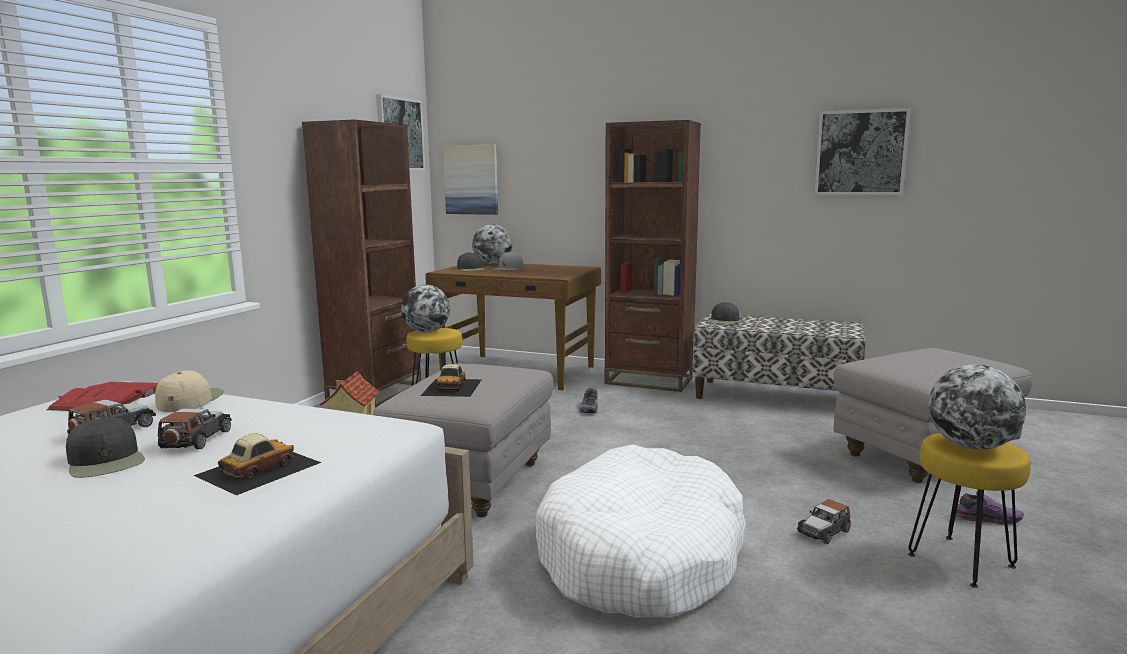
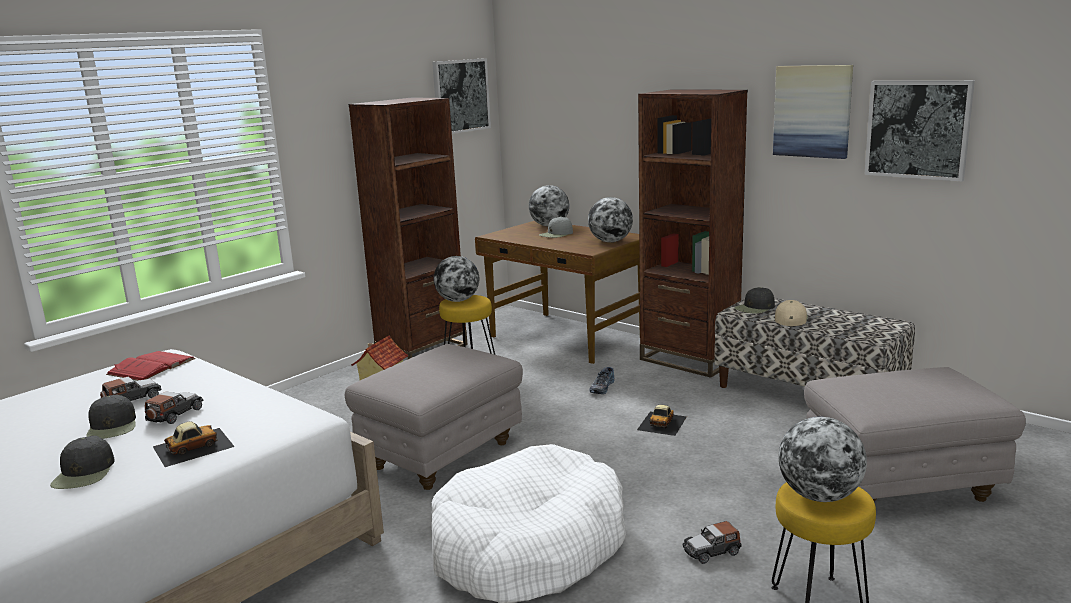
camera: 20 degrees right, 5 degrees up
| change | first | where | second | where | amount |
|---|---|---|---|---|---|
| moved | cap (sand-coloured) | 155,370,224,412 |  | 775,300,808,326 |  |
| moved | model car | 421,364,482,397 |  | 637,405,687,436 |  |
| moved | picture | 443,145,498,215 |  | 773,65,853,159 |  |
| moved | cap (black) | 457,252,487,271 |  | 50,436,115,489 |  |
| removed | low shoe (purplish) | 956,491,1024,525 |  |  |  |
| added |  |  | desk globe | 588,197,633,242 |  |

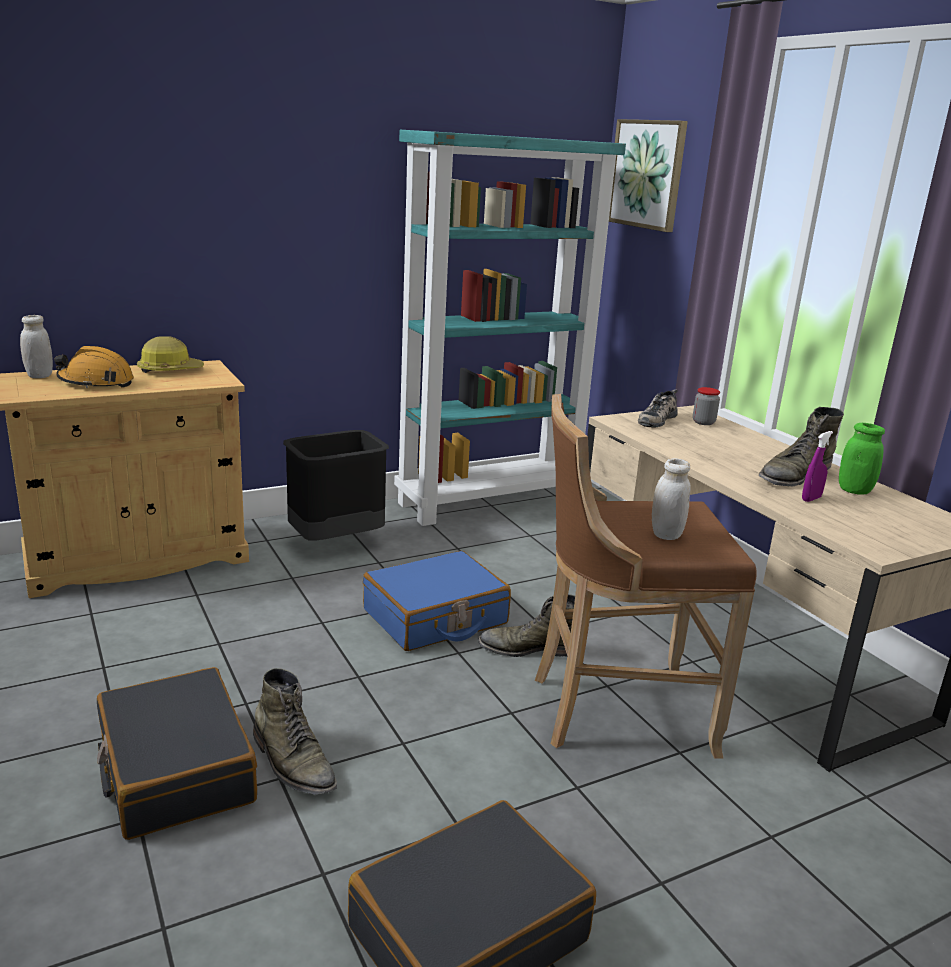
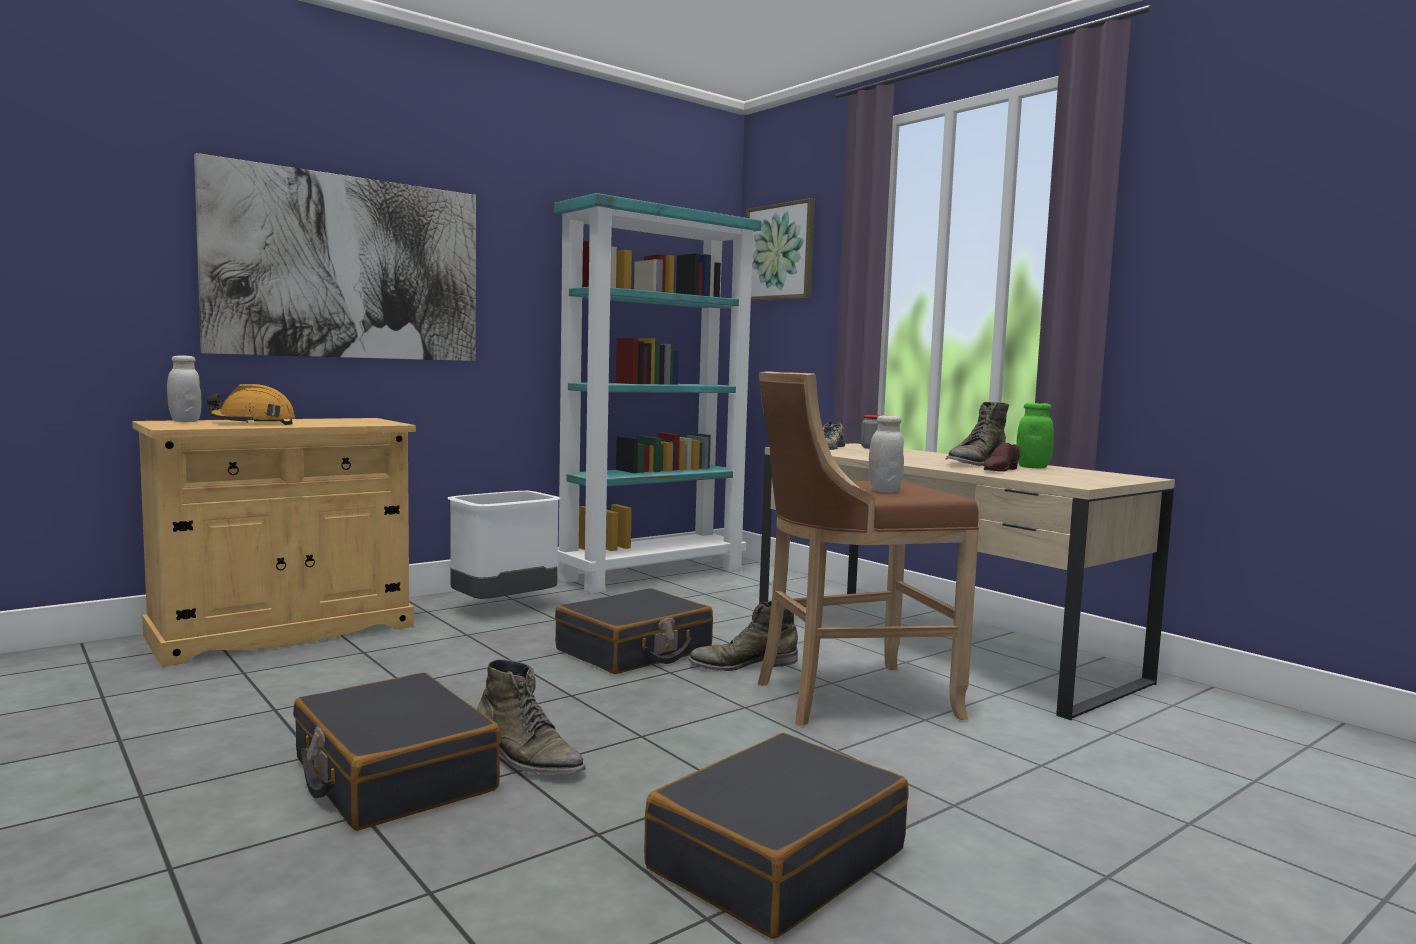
camera: 10 degrees left, 15 degrees down
| change | first | where | second | where | amount |
|---|---|---|---|---|---|
| removed | work helmet | 137,336,204,373 |  |  |  |
| recoloured | rubbish bin (black) | 283,430,389,541 | rubbish bin (white-coloured) | 448,491,561,599 |  |
| recoloured | suitcase (bluish) | 363,551,511,651 | suitcase (black) | 555,588,713,674 |  |
| replaced | spray bottle (purplish) | 802,431,833,502 | low shoe (brownish) | 984,442,1020,472 |  |
| added |  |  | picture | 194,153,476,361 |  |

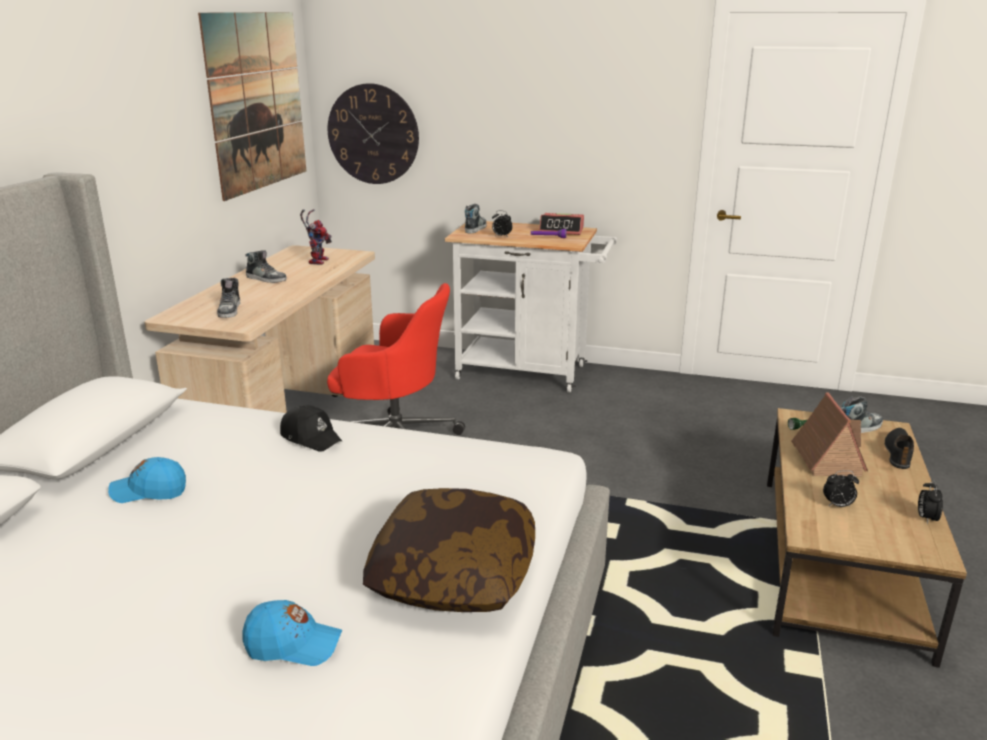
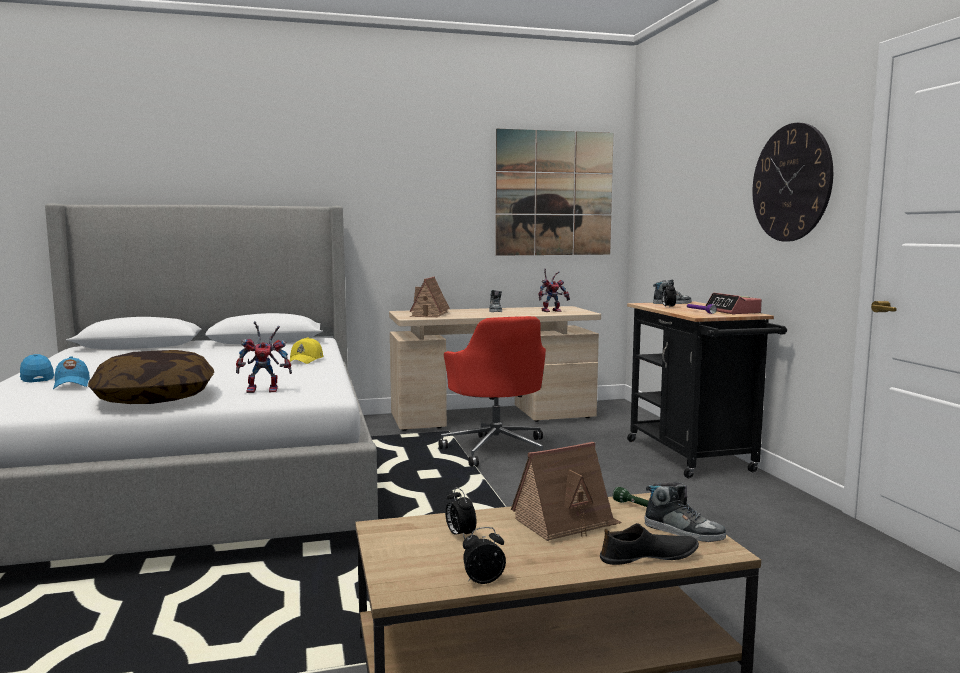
camera: 60 degrees right, 15 degrees down
| change | first | where | second | where | amount |
|---|---|---|---|---|---|
| moved | cap (bluish) | 108,457,186,503 |  | 20,354,54,383 |  |
| replaced | low shoe | 217,278,240,318 | miniature house | 409,276,450,317 |  |
| recoloured | cap (black) | 280,405,342,452 | cap (yellowish) | 290,337,323,364 |  |
| moved | clock on the wall | 328,83,419,184 |  | 753,123,833,242 |  |
| recoloured | wheeled cart (white-coloured) | 445,221,617,393 | wheeled cart (black) | 627,302,787,478 |  |
| added |  |  | robot figure | 236,321,292,393 |  |

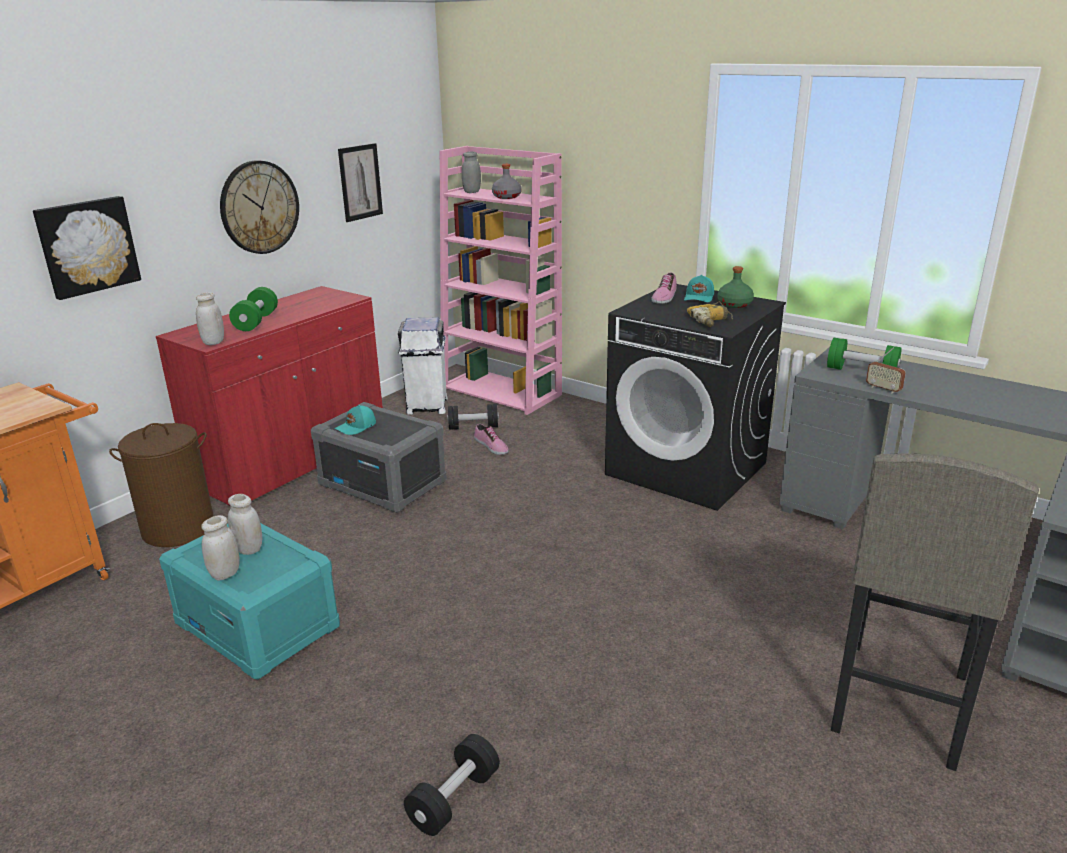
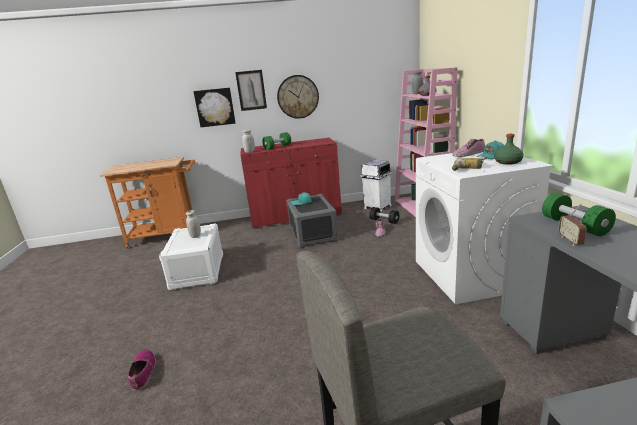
camera: 45 degrees right, 5 degrees down
| change | first | where | second | where | amount |
|---|---|---|---|---|---|
| removed | hamper (brownish) | 109,423,214,547 |  |  |  |
| recoloured | storage box (blue-green) | 159,523,340,680 | storage box (white-coloured) | 159,223,223,291 |  |
| removed | jar (white-coloured) | 201,515,240,581 |  |  |  |
| moved | picture | 338,143,383,222 |  | 235,70,267,111 |  |
| replaced | dumbbell (black) | 404,734,500,836 | low shoe | 128,350,156,390 |  |
| recoloured | washing machine (black) | 605,284,786,511 | washing machine (white-coloured) | 416,152,554,304 |  |

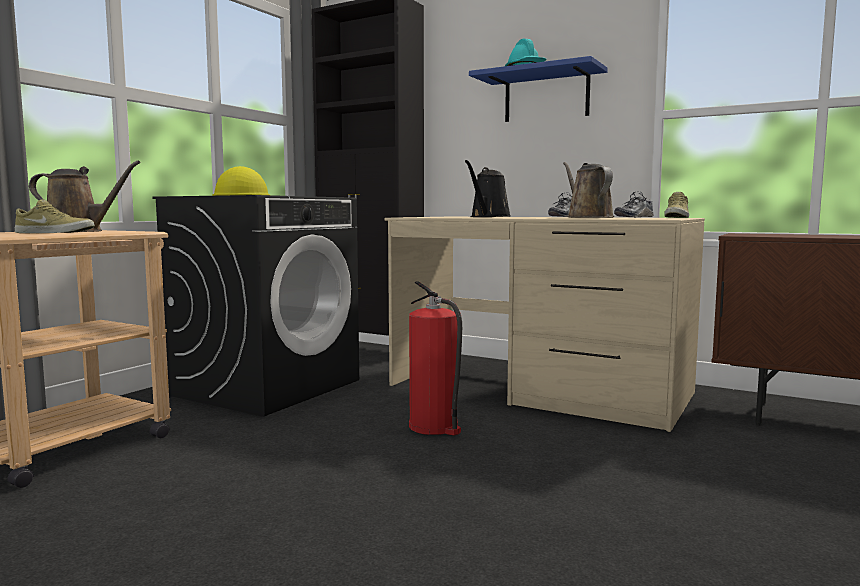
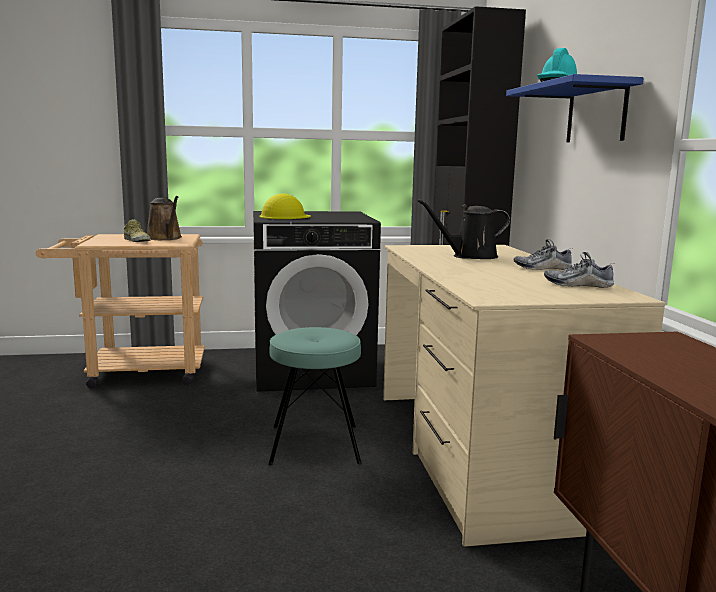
camera: 50 degrees right, 5 degrees up
| change | first | where | second | where | amount |
|---|---|---|---|---|---|
| replaced | extinguisher | 409,281,462,435 | stool (blue-green) | 268,327,362,465 |  |
| removed | watering pot (brownish) | 563,162,614,218 |  |  |  |
| removed | low shoe (sand-coloured) | 664,192,689,218 |  |  |  |

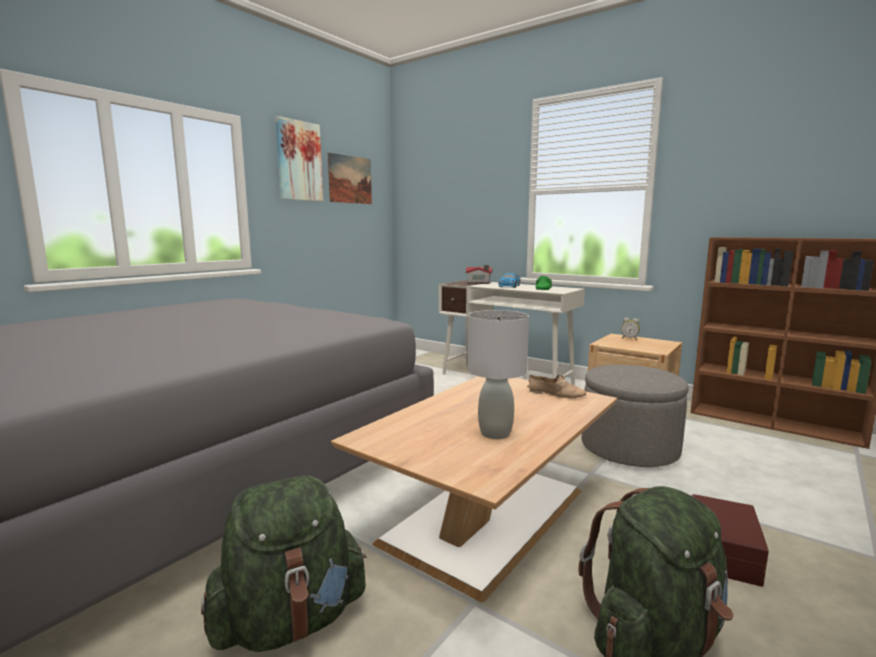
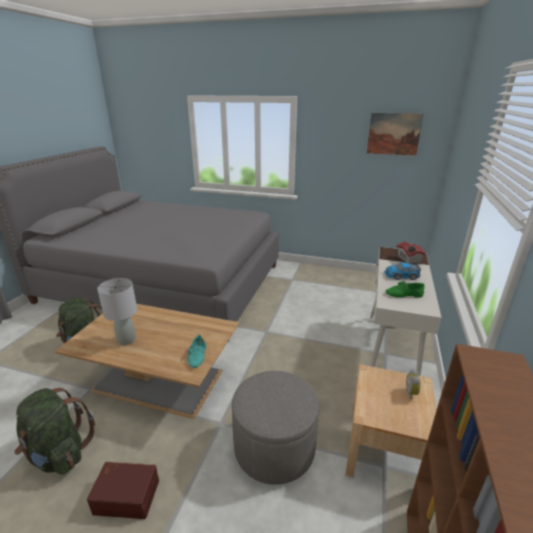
camera: 70 degrees right, 15 degrees up
| change | first | where | second | where | amount |
|---|---|---|---|---|---|
| removed | picture | 275,116,323,201 |  |  |  |
| recoloured | low shoe (sand-coloured) | 527,374,586,399 | low shoe (blue-green) | 188,334,206,368 |  |

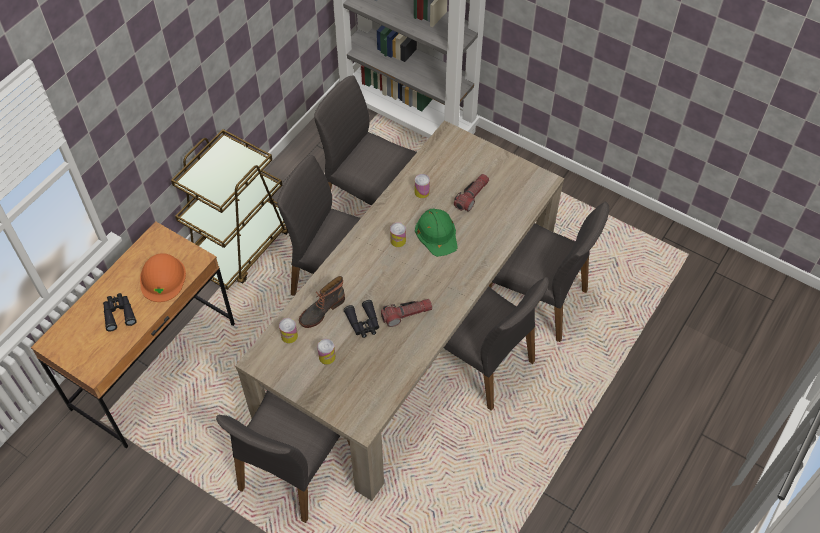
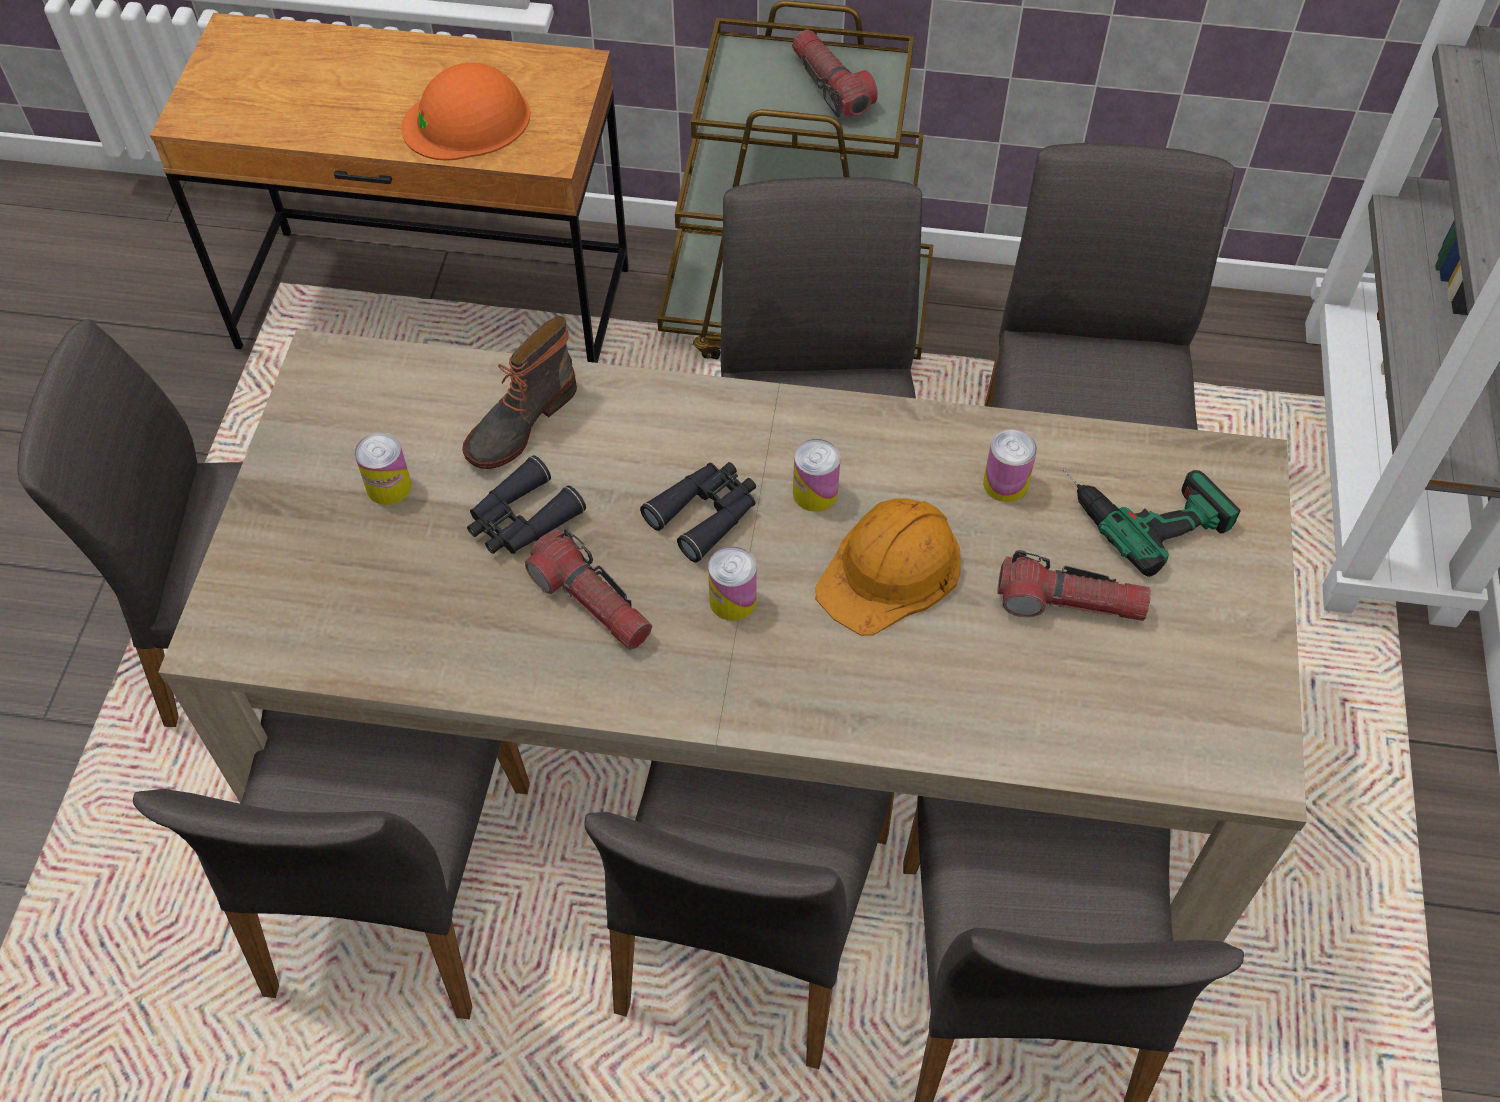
camera: 65 degrees right, 0 degrees up
| change | first | where | second | where | amount |
|---|---|---|---|---|---|
| moved | pair of binoculars (black) | 103,293,136,331 |  | 640,462,756,563 |  |
| moved | sealed can | 279,318,298,343 |  | 708,546,757,621 |  |
| turned | boot | 299,276,345,328 |  | 462,316,577,469 | 75 degrees counterclockwise |
| recoloured | work helmet (greenish) | 415,208,458,257 | work helmet (orange-coloured) | 815,499,961,636 |  |
| added |  |  | chair (grey) | 133,709,530,1019 |  |
| added |  |  | torch | 792,29,878,118 |  |
| added |  |  | drill | 1062,468,1241,577 |  |

